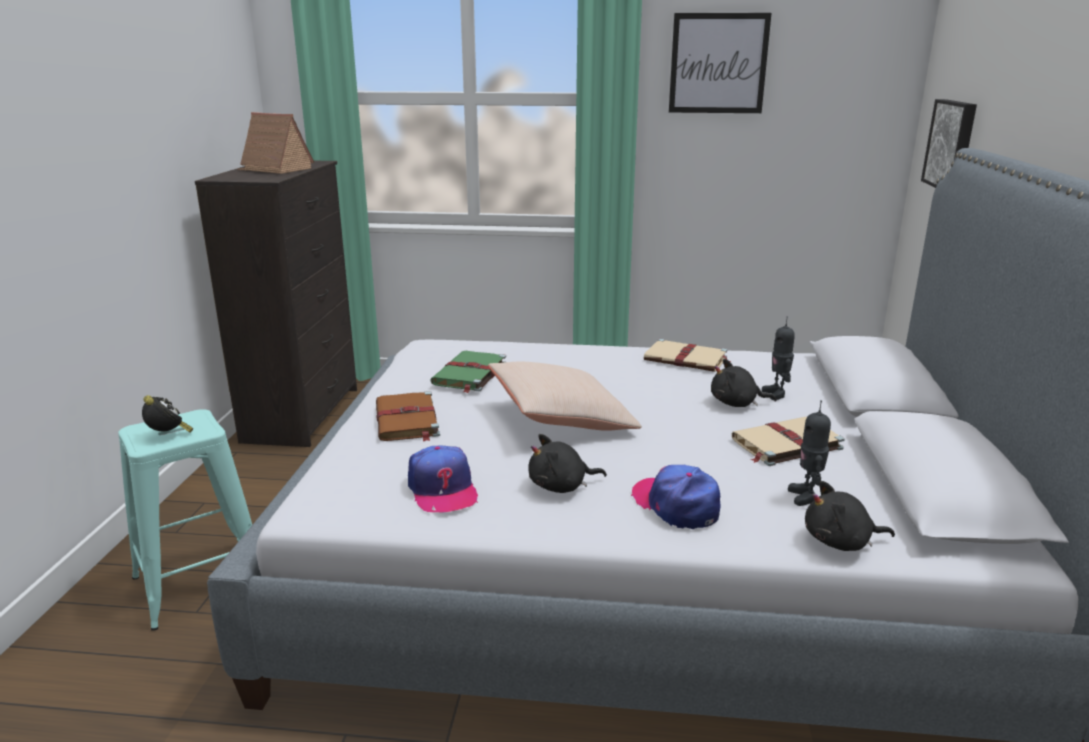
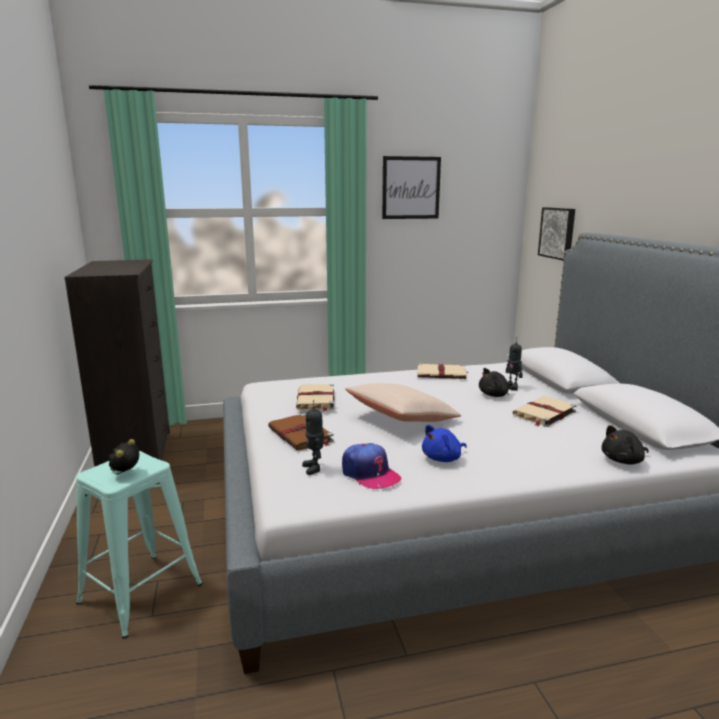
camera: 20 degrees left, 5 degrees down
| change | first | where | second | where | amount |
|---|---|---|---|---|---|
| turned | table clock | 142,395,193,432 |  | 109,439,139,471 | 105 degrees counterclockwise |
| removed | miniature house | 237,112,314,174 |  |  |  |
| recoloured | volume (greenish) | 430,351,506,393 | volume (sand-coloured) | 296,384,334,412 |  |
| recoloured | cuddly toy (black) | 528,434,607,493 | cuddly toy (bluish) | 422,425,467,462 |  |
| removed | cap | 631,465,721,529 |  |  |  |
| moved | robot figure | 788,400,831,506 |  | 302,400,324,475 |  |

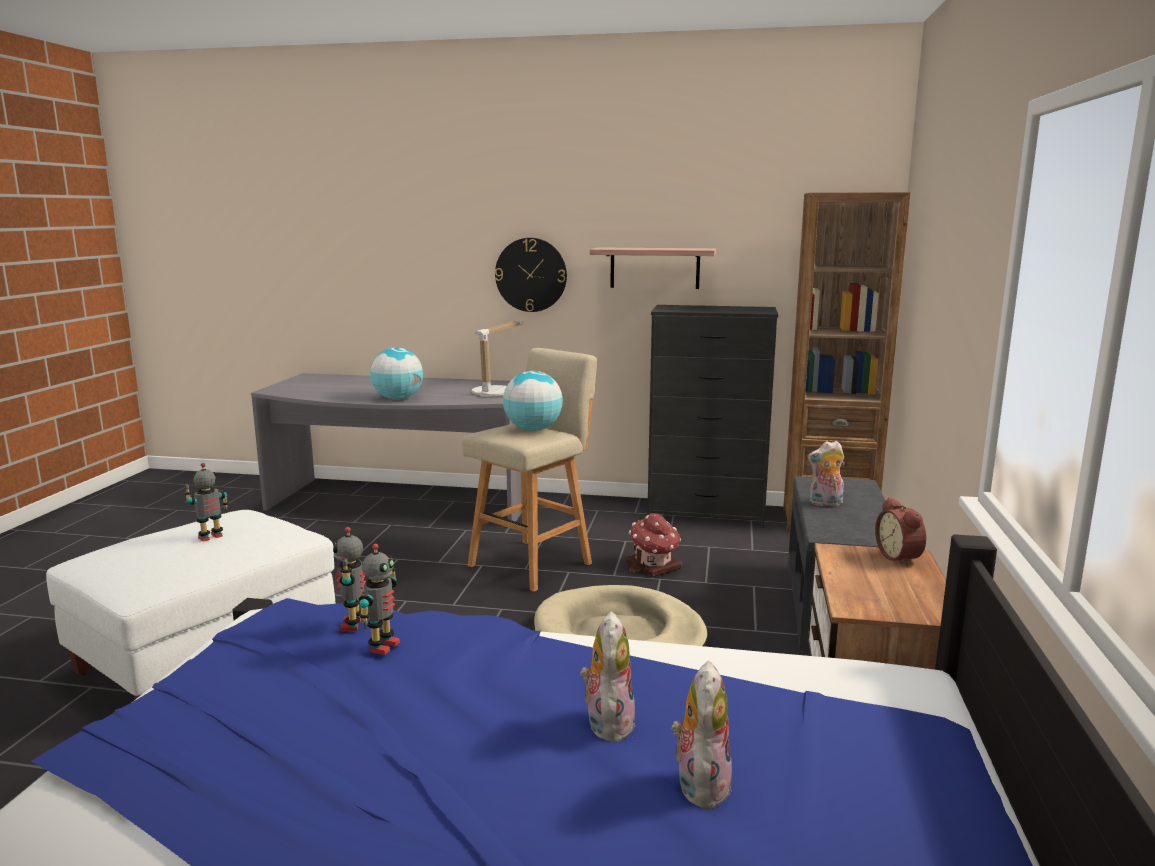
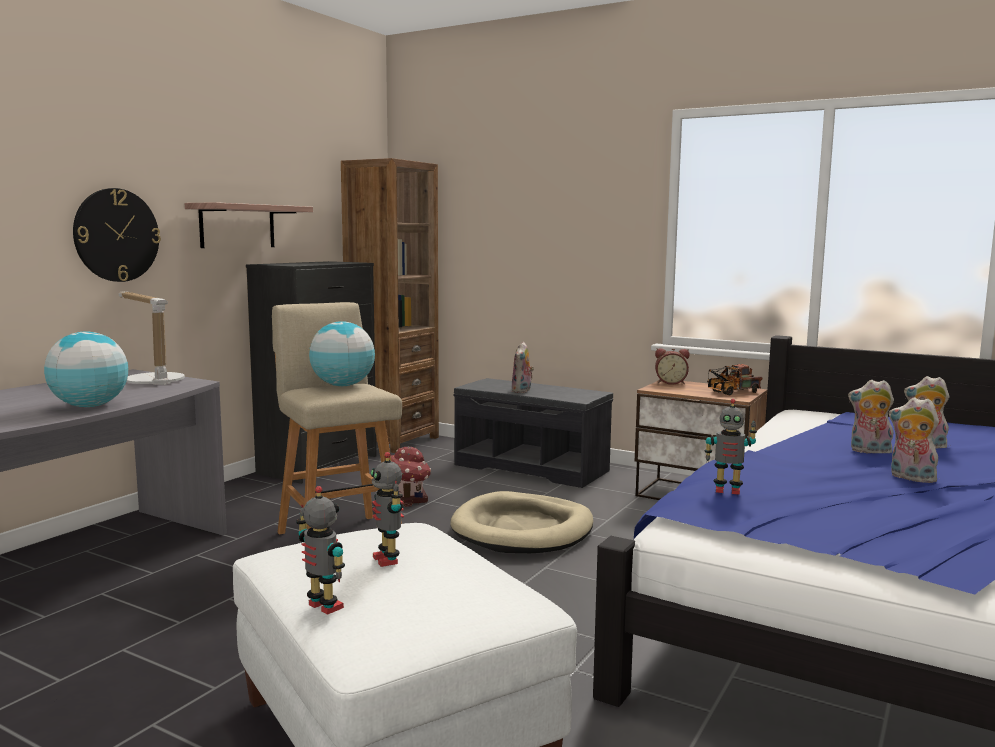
camera: 70 degrees left, 5 degrees down
| change | first | where | second | where | amount |
|---|---|---|---|---|---|
| moved | robot figure | 359,544,400,655 |  | 296,486,345,615 |  |
| added |  |  | model truck | 707,364,762,395 |  |
| added |  |  | cuddly toy | 889,397,939,483 |  |

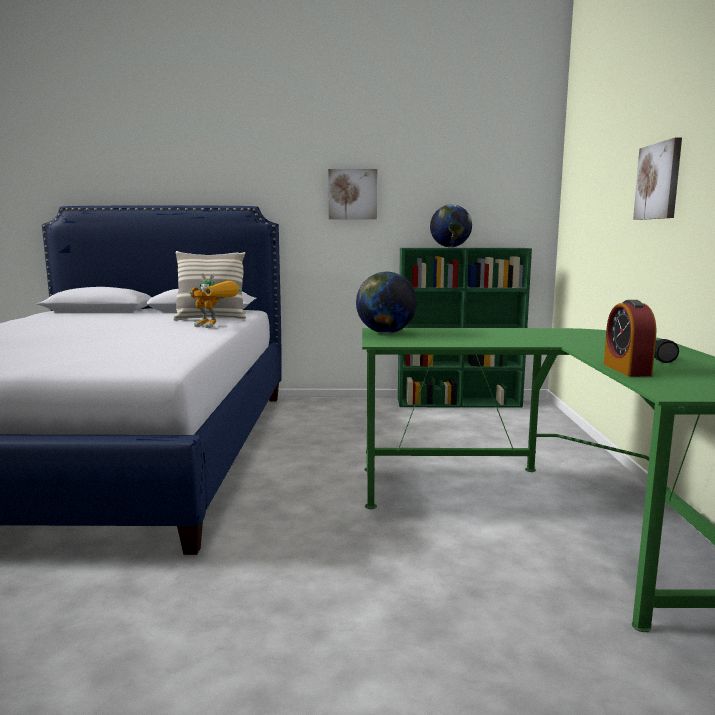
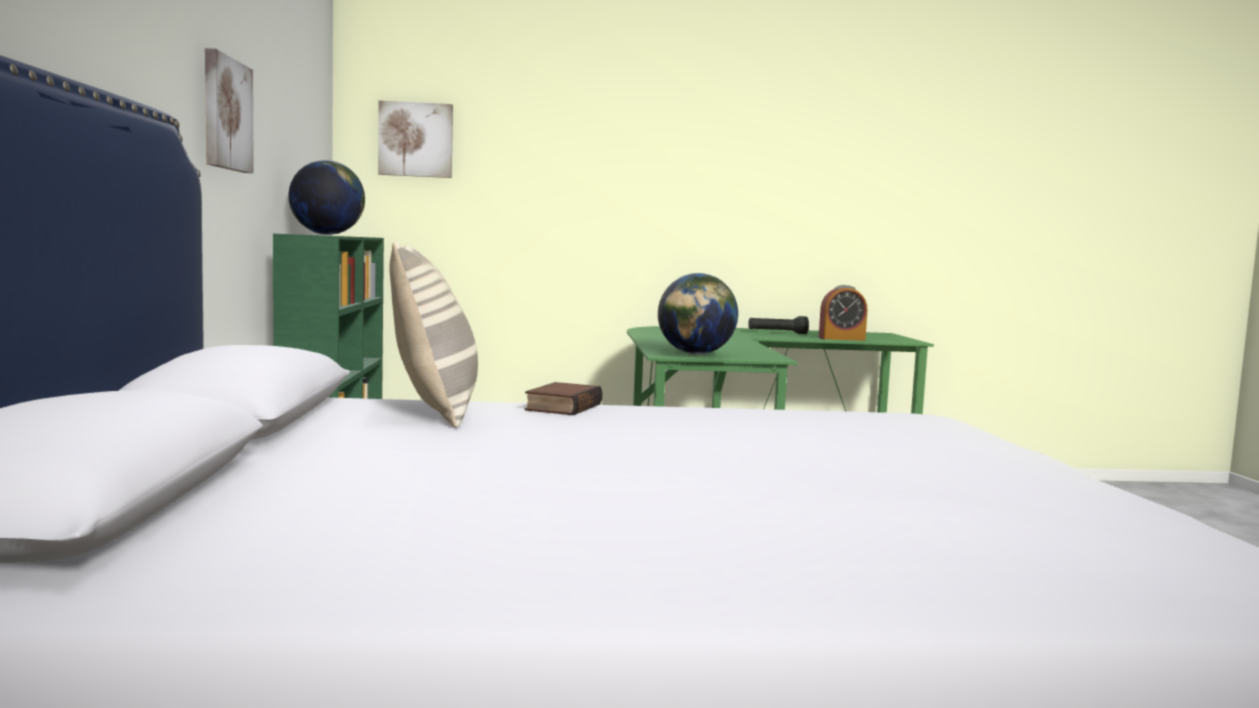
camera: 95 degrees left, 5 degrees down
| change | first | where | second | where | amount |
|---|---|---|---|---|---|
| replaced | robot figure | 189,273,241,328 | volume | 525,382,602,415 |  |
| moved | picture | 633,137,682,220 |  | 378,100,453,178 |  |

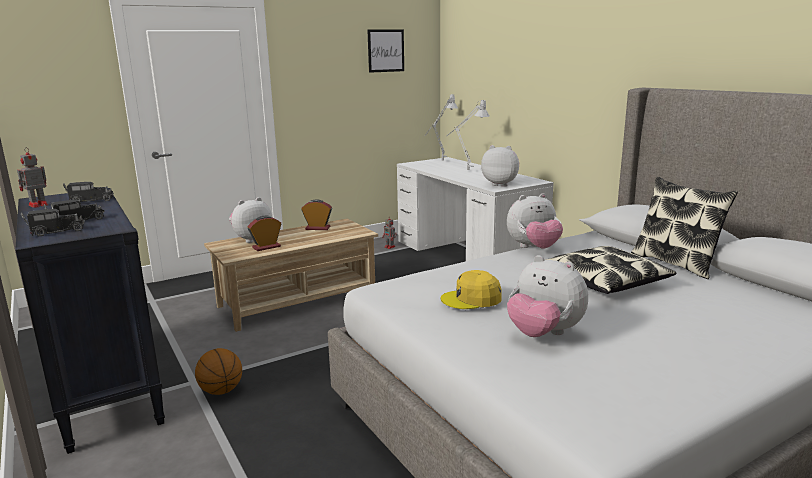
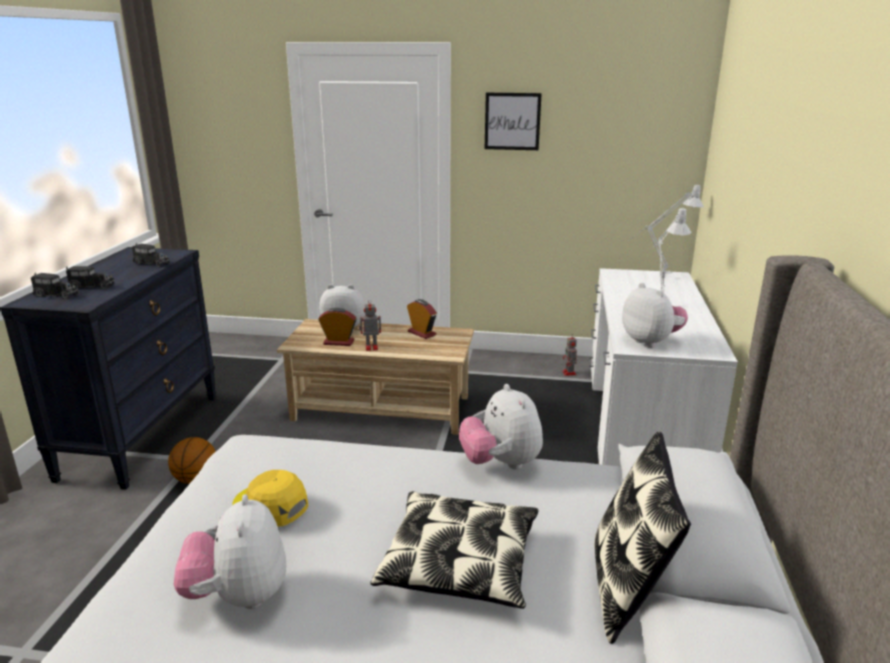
camera: 40 degrees right, 5 degrees up
| change | first | where | second | where | amount |
|---|---|---|---|---|---|
| moved | robot figure | 17,147,48,208 |  | 359,299,381,351 |  |
| moved | picture | 368,29,404,73 |  | 485,93,542,150 |  |
| turned | cuddly toy | 507,193,563,249 |  | 459,384,543,469 | 45 degrees clockwise |

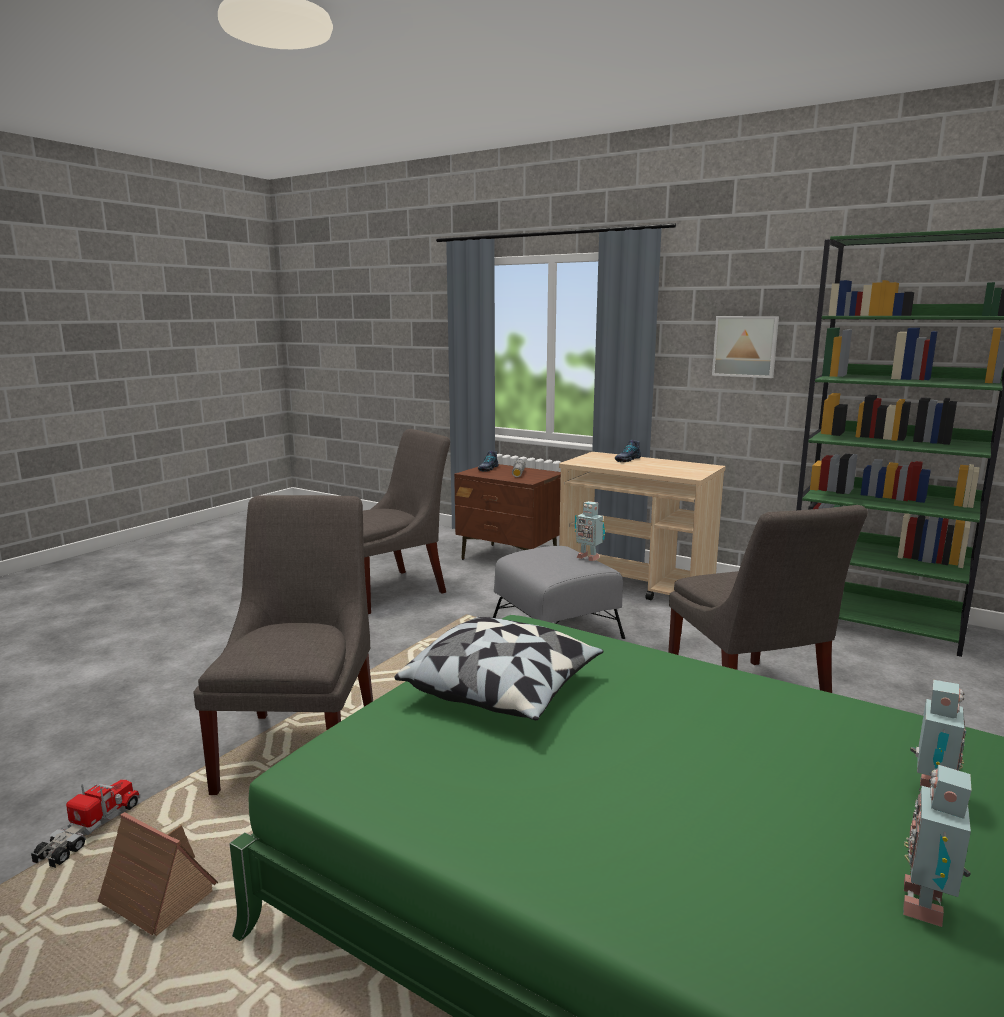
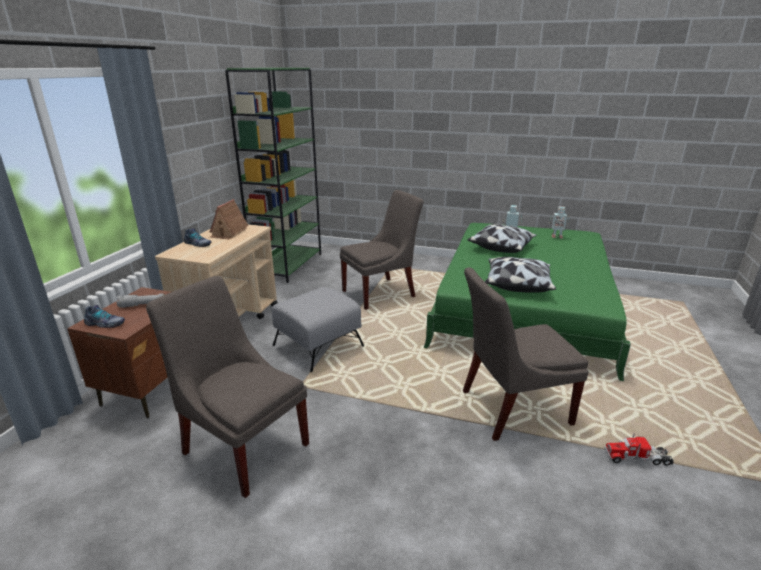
camera: 105 degrees left, 10 degrees up
| change | first | where | second | where | amount |
|---|---|---|---|---|---|
| moved | miniature house | 98,812,218,936 |  | 209,199,249,239 |  |
| removed | robot figure | 575,501,605,561 |  |  |  |
| removed | picture | 712,316,779,378 |  |  |  |
| added |  |  | throw pillow | 468,224,537,253 |  |

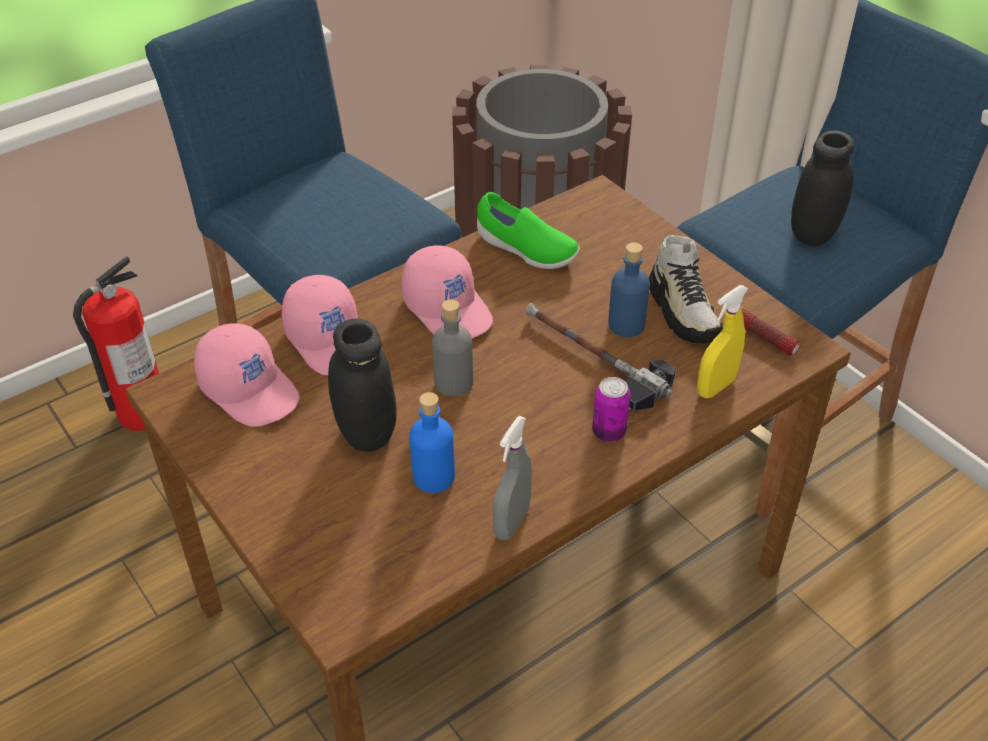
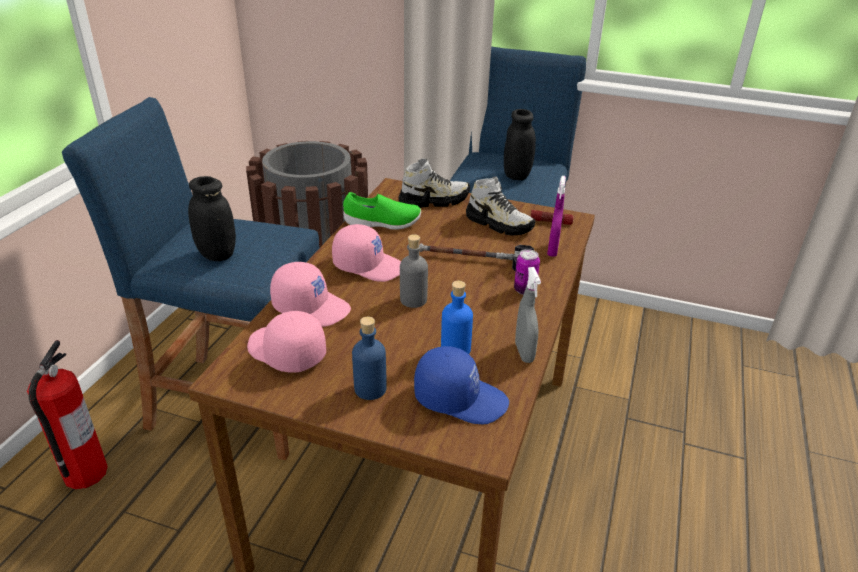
camera: 35 degrees left, 10 degrees down
| change | first | where | second | where | amount |
|---|---|---|---|---|---|
| turned | cap (pink-coloured) | 194,323,300,427 |  | 247,311,326,373 | 150 degrees counterclockwise |
| moved | jar (black) | 328,318,397,452 |  | 188,176,236,261 |  |
| moved | bottle (bluish) | 608,242,650,337 |  | 352,317,387,400 |  |
| recoloured | spray bottle (yellowish) | 697,285,748,398 | spray bottle (purplish) | 547,176,566,257 |  |
| added |  |  | low shoe | 398,158,470,208 |  |
| added |  |  | cap (bluish) | 414,346,509,424 |  |

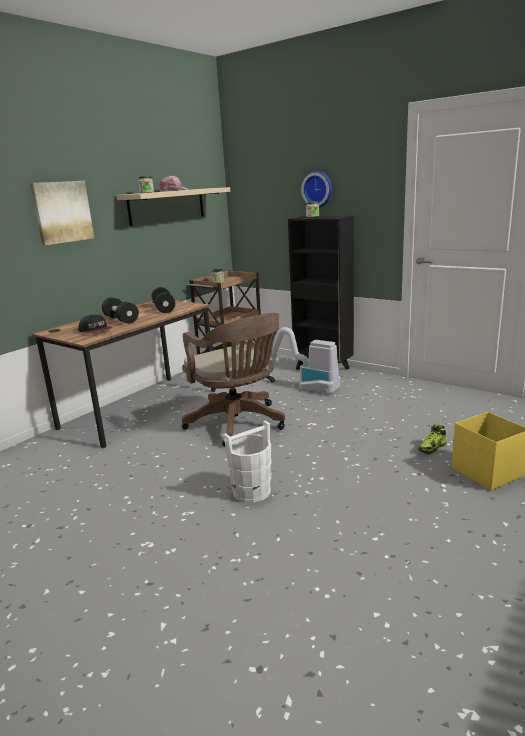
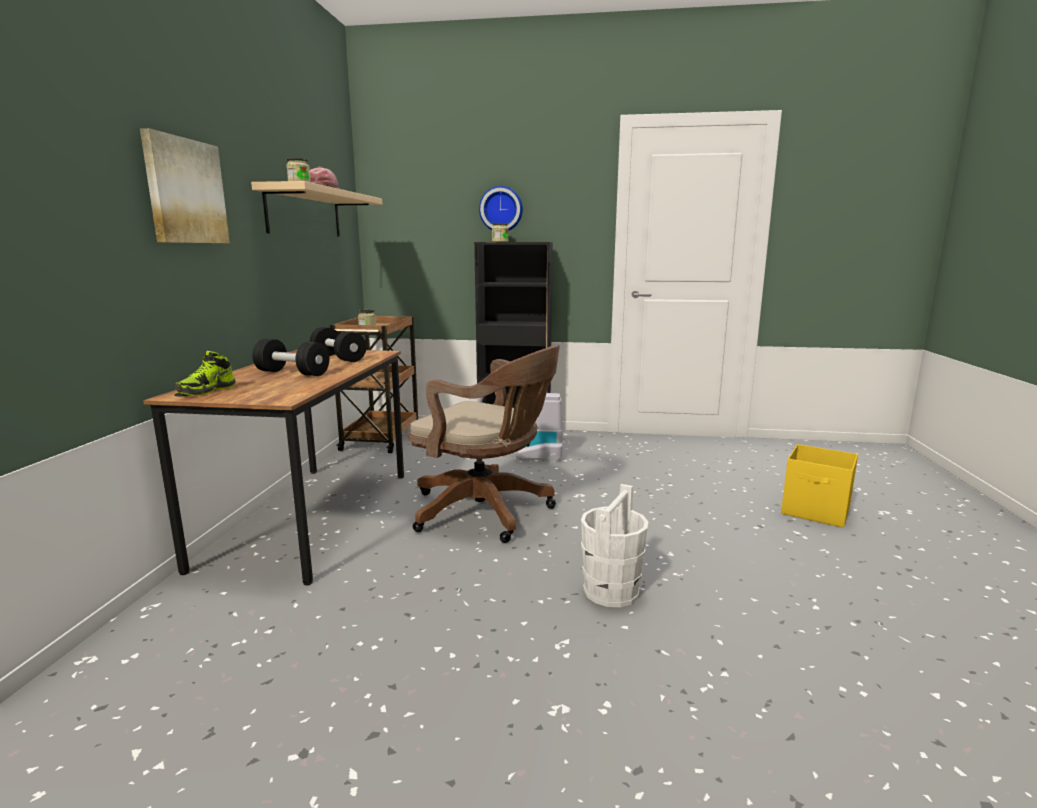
camera: 30 degrees left, 5 degrees down
| change | first | where | second | where | amount |
|---|---|---|---|---|---|
| removed | cap | 78,315,113,333 |  |  |  |
| moved | low shoe | 418,424,447,455 |  | 175,351,236,396 |  |

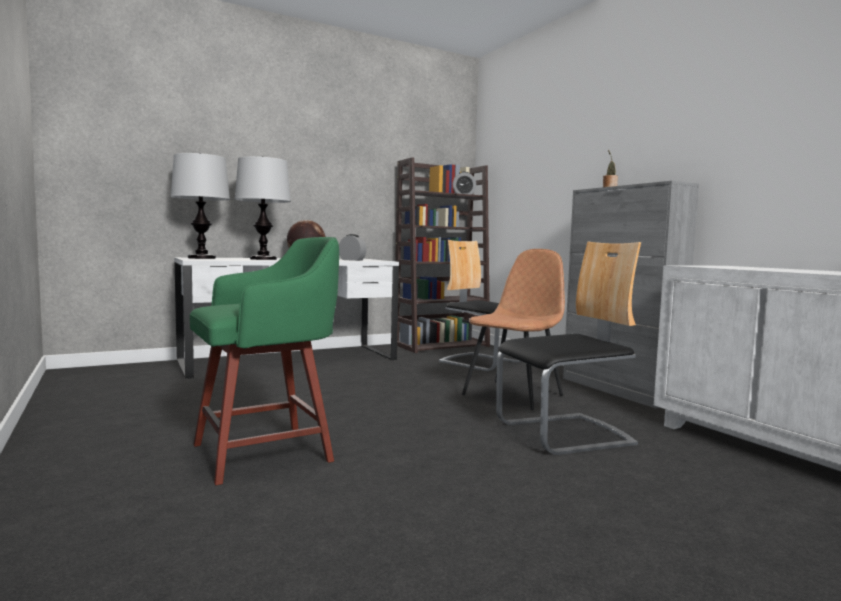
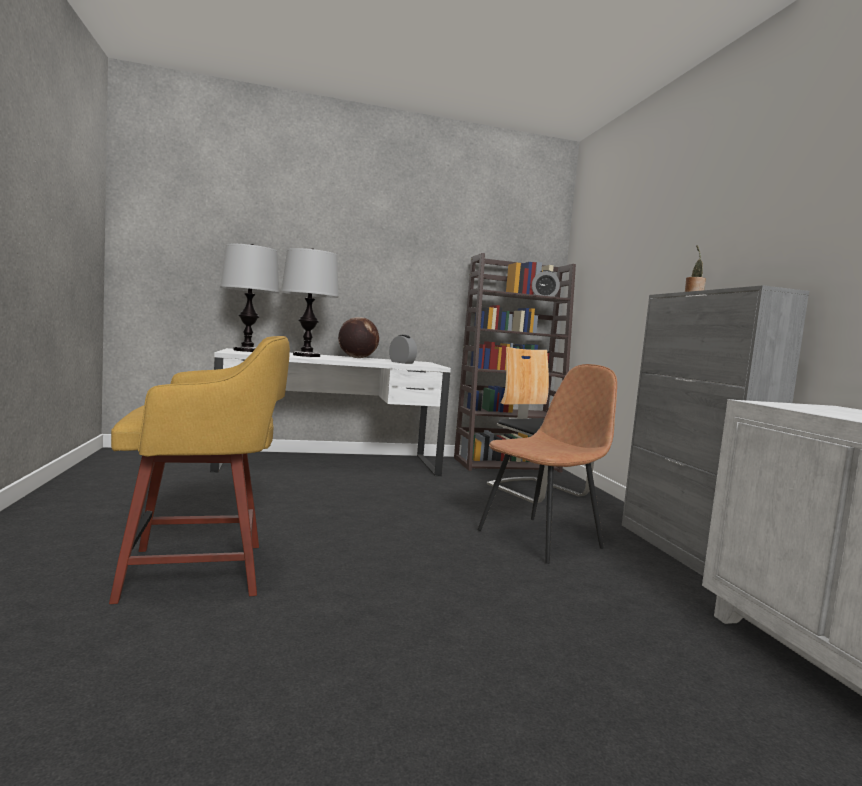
camera: 15 degrees right, 0 degrees up
| change | first | where | second | where | amount |
|---|---|---|---|---|---|
| recoloured | stool (greenish) | 190,237,339,485 | stool (yellowish) | 109,336,290,604 |  |
| removed | chair | 496,241,641,455 |  |  |  |

